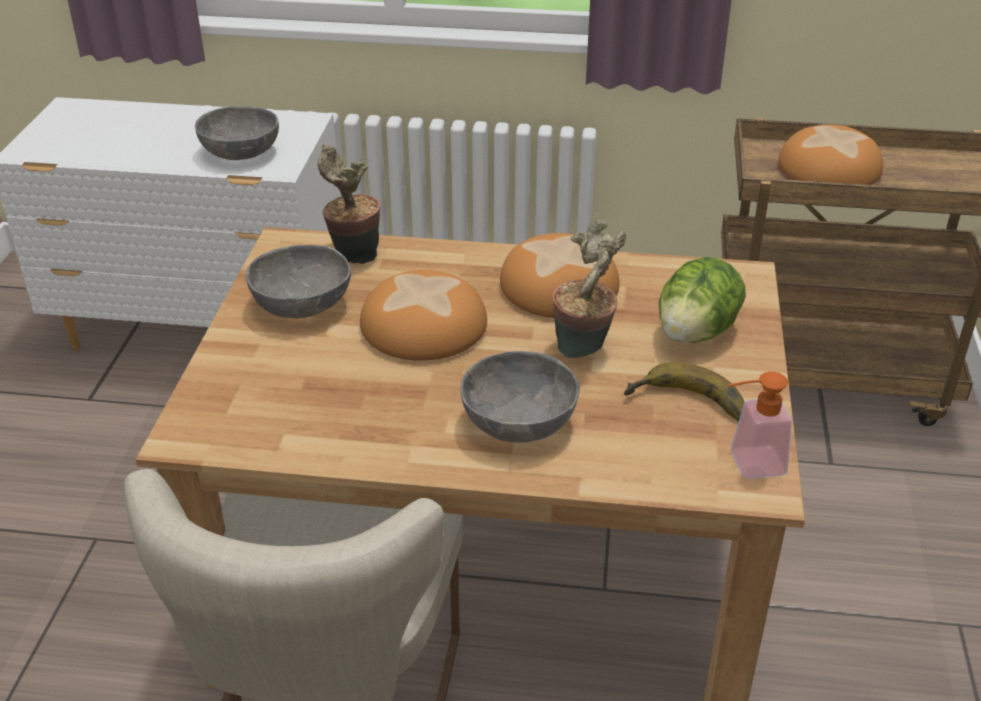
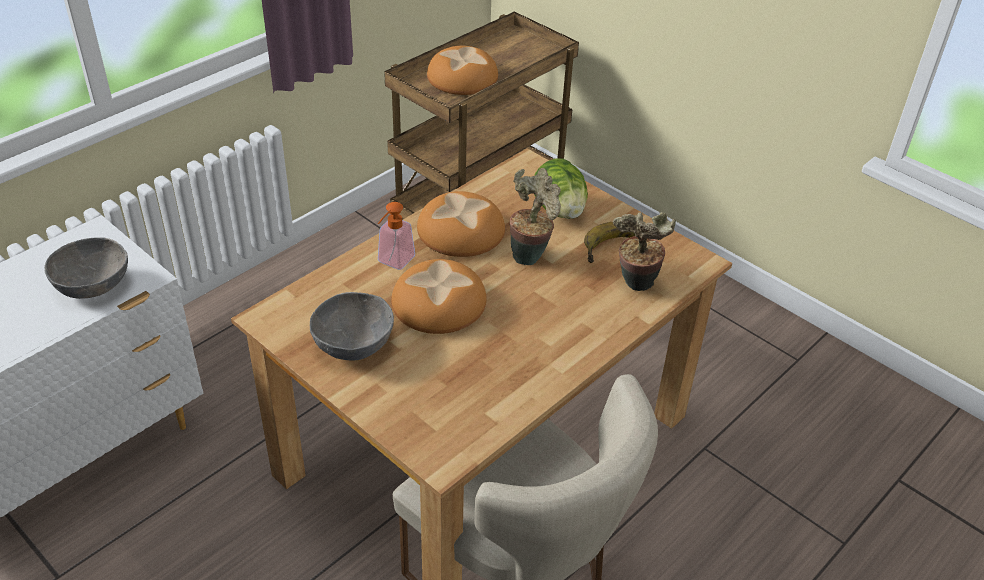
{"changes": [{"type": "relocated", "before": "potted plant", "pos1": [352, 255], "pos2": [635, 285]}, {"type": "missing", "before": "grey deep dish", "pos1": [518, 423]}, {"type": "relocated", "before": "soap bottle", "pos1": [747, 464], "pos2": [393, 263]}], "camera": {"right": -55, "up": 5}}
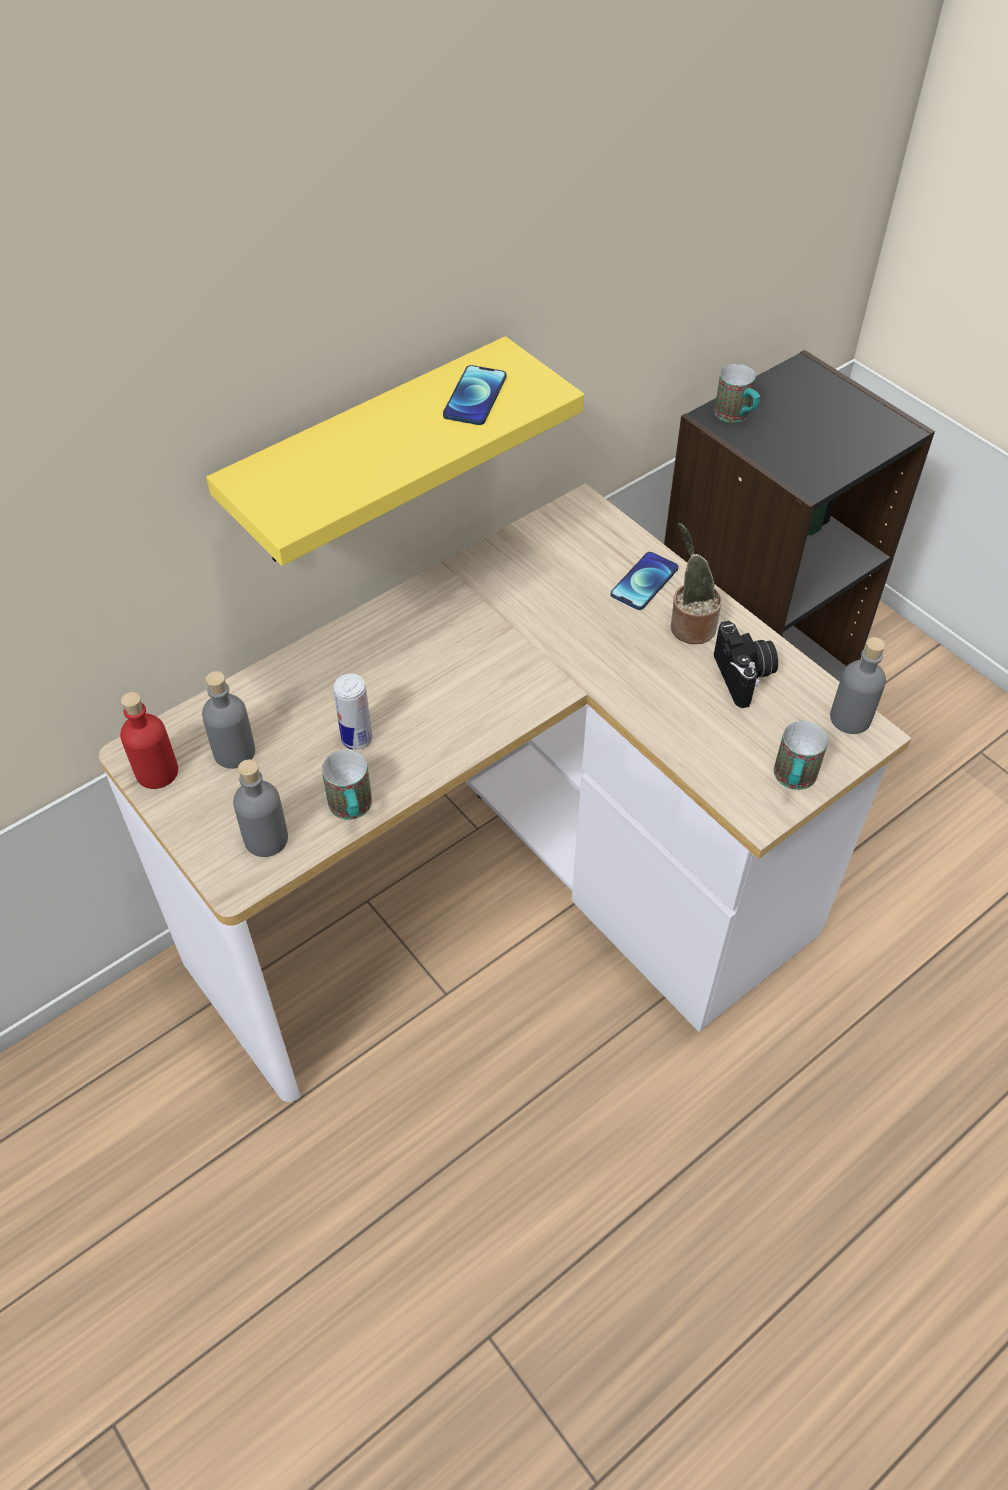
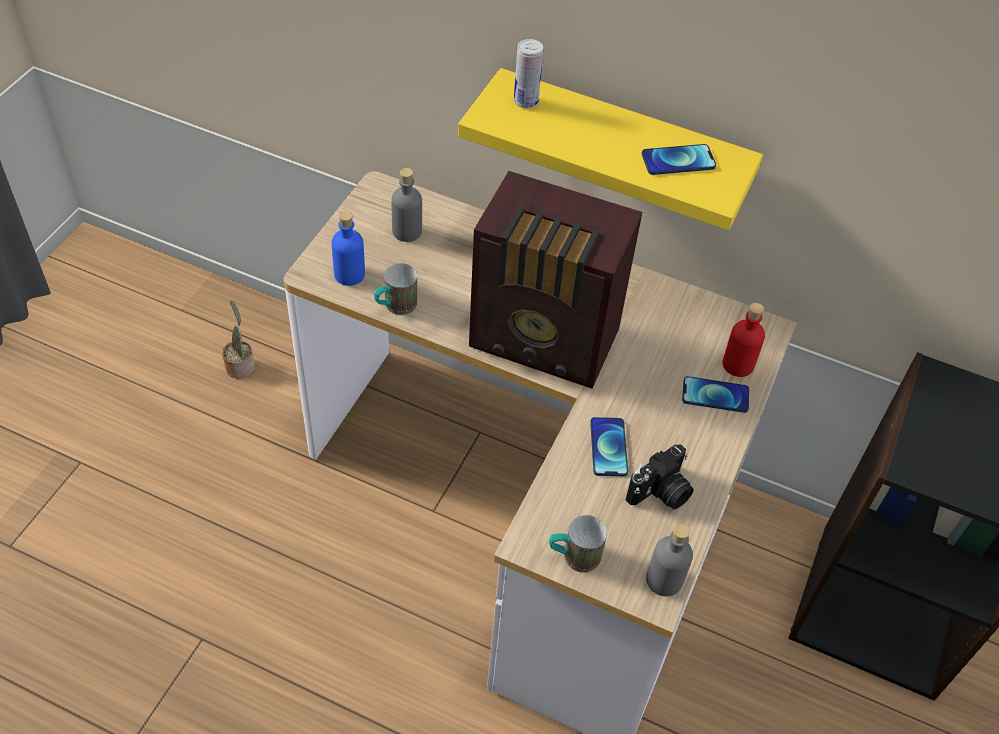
{"changes": [{"type": "missing", "before": "mug", "pos1": [736, 417]}, {"type": "relocated", "before": "potted plant", "pos1": [689, 626], "pos2": [240, 365]}, {"type": "relocated", "before": "sealed can", "pos1": [357, 739], "pos2": [526, 101]}, {"type": "relocated", "before": "red-coloured bottle", "pos1": [157, 772], "pos2": [738, 364]}, {"type": "colour", "before": "grey bottle", "after": "blue-coloured bottle", "pos1": [266, 839], "pos2": [349, 274]}, {"type": "appeared", "after": "radio set", "pos2": [546, 342]}, {"type": "appeared", "after": "telephone", "pos2": [608, 447]}], "camera": {"right": 60, "up": 0}}
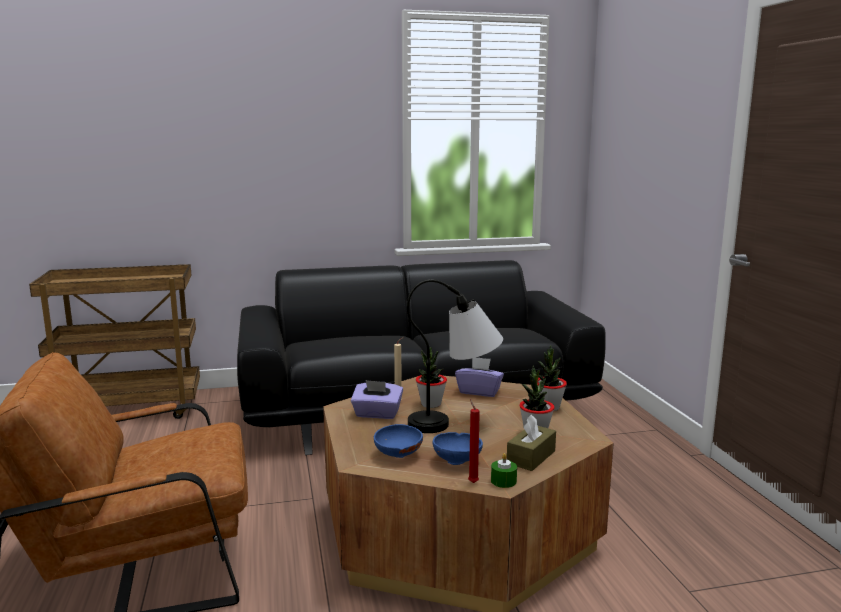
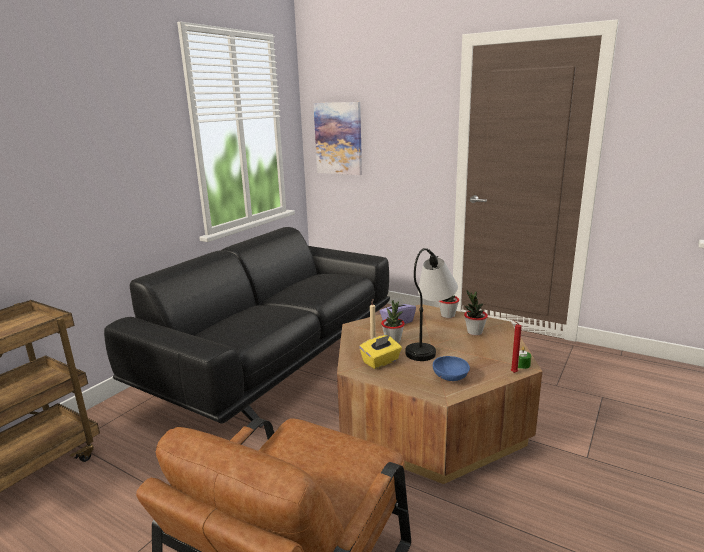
{"changes": [{"type": "colour", "before": "purplish tissue holder", "after": "yellow tissue holder", "pos1": [377, 414], "pos2": [381, 361]}, {"type": "missing", "before": "brown-coloured tissue holder", "pos1": [531, 457]}, {"type": "missing", "before": "blue-coloured deep dish", "pos1": [458, 460]}, {"type": "appeared", "after": "wall art", "pos2": [338, 138]}], "camera": {"right": -45, "up": 5}}
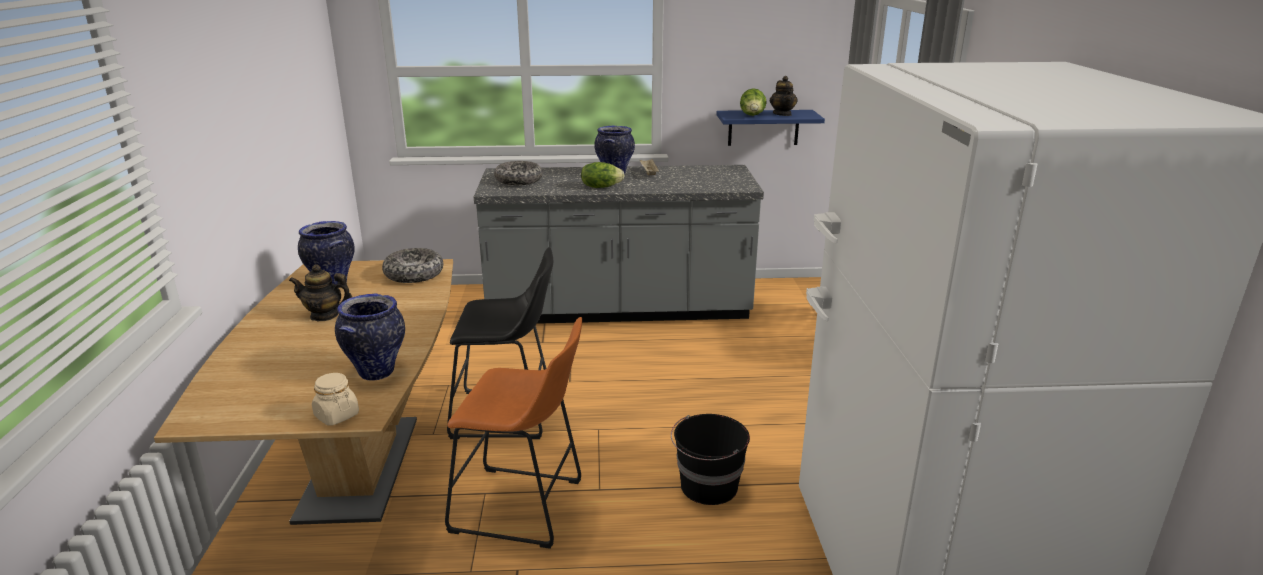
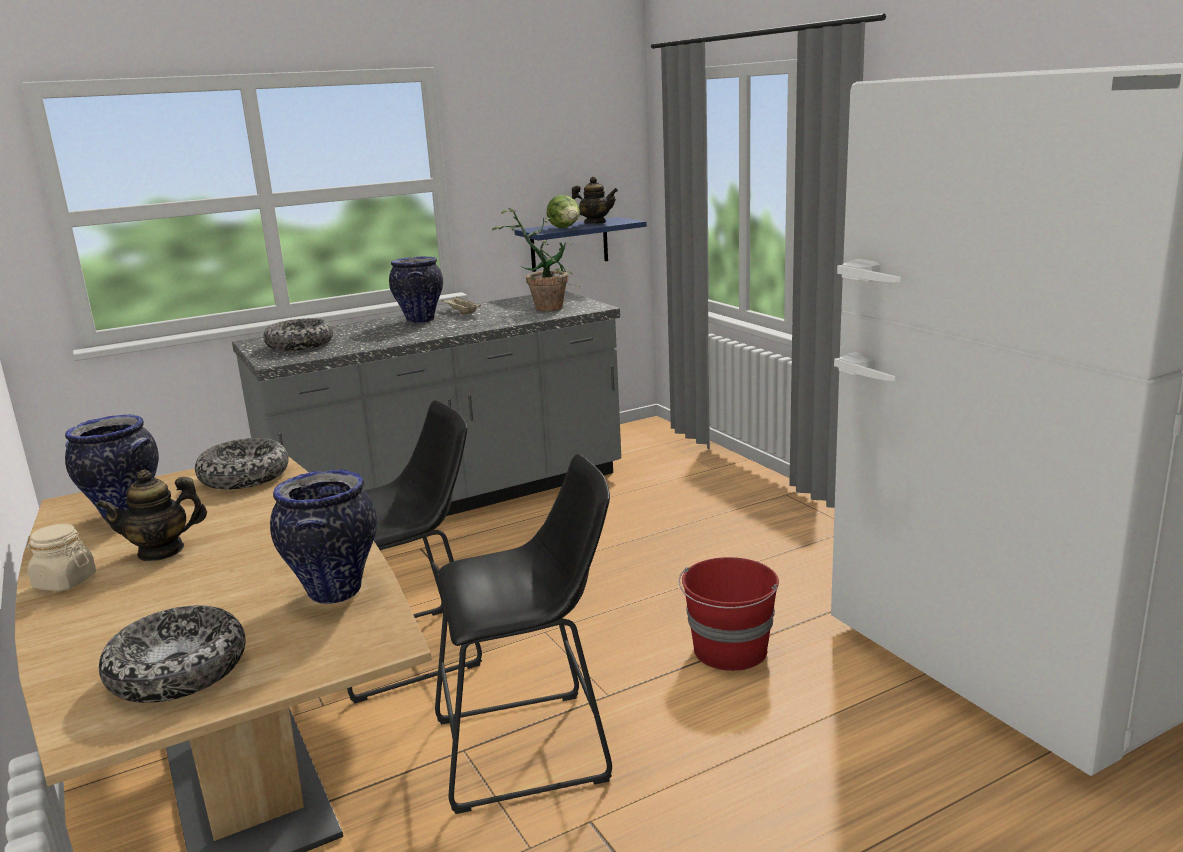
{"changes": [{"type": "spun", "before": "teapot", "pos1": [782, 114], "pos2": [595, 223], "turn": -45}, {"type": "missing", "before": "lettuce head", "pos1": [601, 187]}, {"type": "colour", "before": "orange stool seat", "after": "blackish stool seat", "pos1": [524, 508], "pos2": [533, 748]}, {"type": "relocated", "before": "sand-coloured storage jar", "pos1": [336, 415], "pos2": [64, 582]}, {"type": "colour", "before": "blackish bucket", "after": "red-coloured bucket", "pos1": [708, 487], "pos2": [730, 651]}, {"type": "appeared", "after": "potted plant", "pos2": [546, 306]}, {"type": "appeared", "after": "deep dish", "pos2": [178, 671]}], "camera": {"right": -25, "up": -5}}
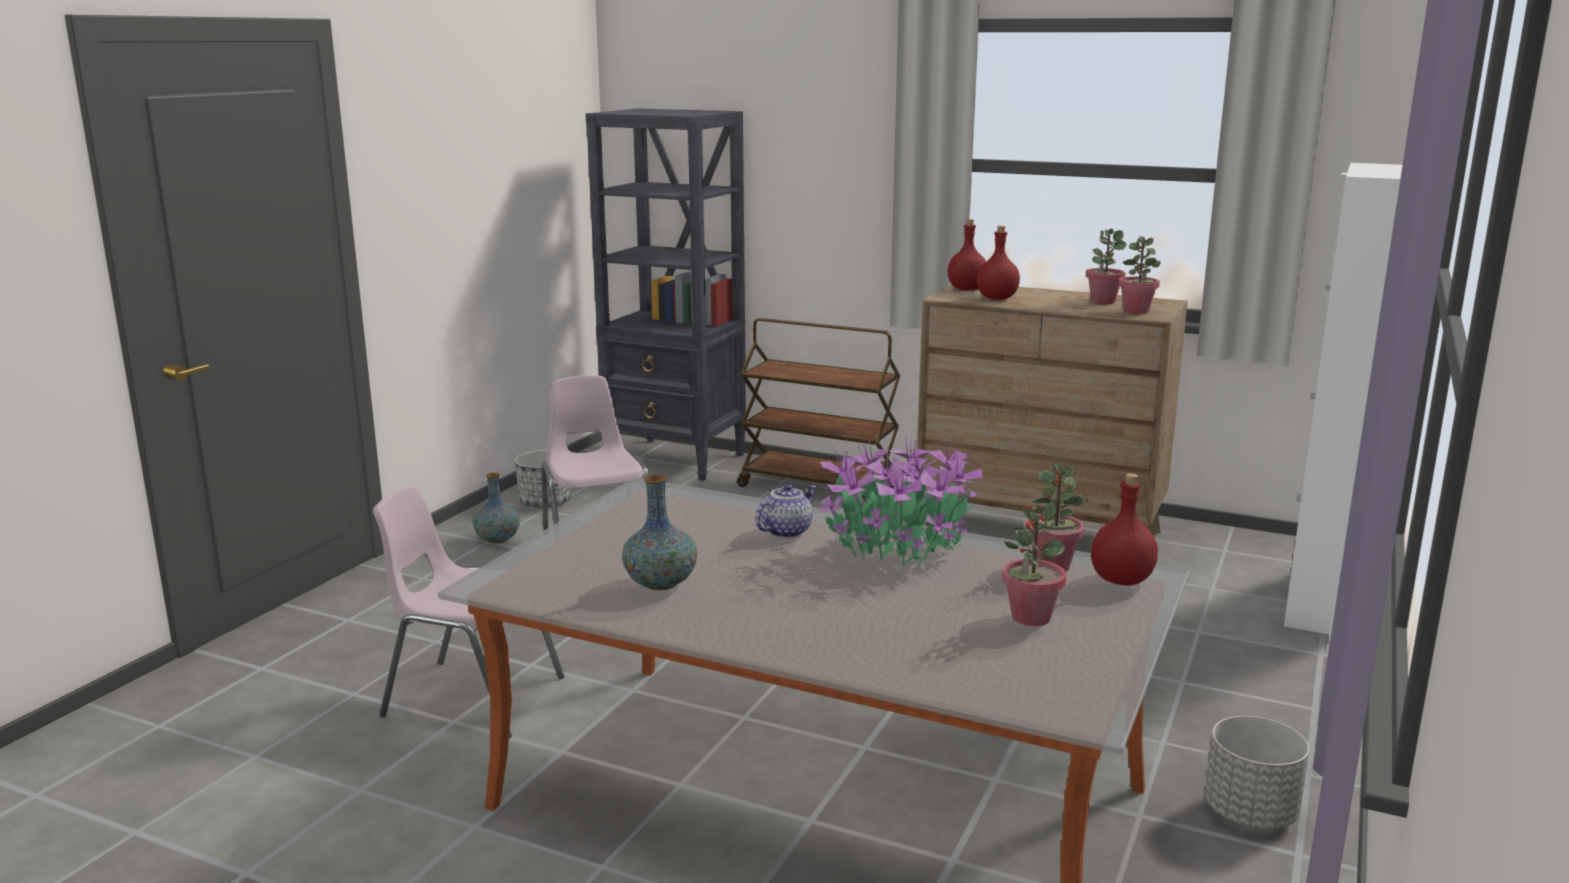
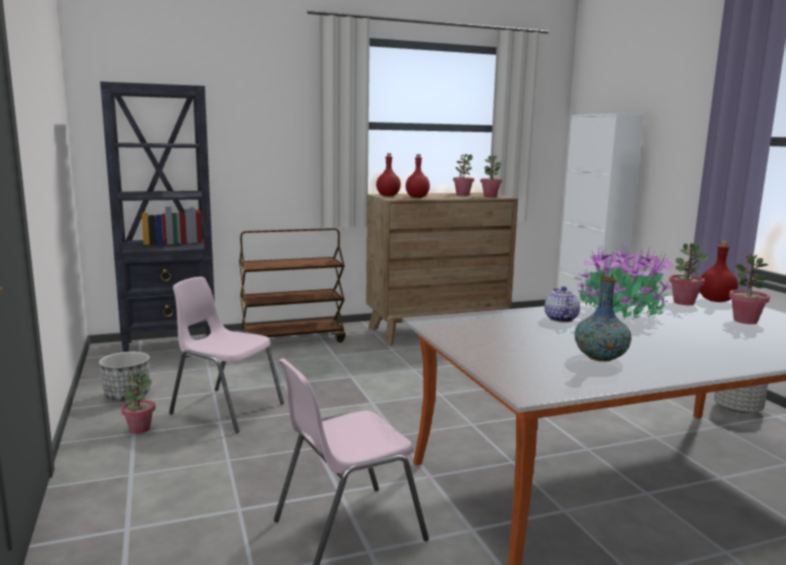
{"changes": [{"type": "exchanged", "before": "decorative vase", "after": "potted plant", "pos1": [497, 539], "pos2": [139, 429]}], "camera": {"right": -45, "up": -5}}
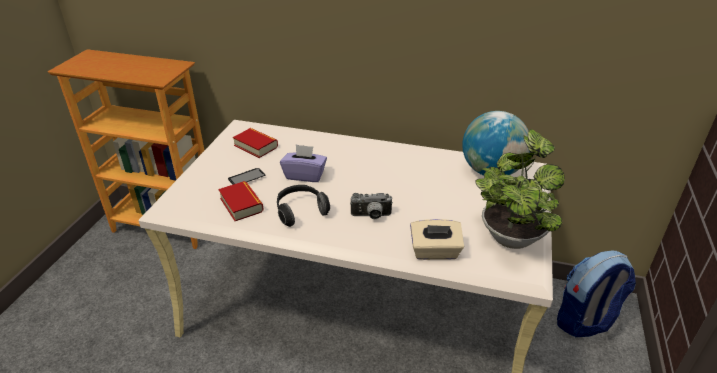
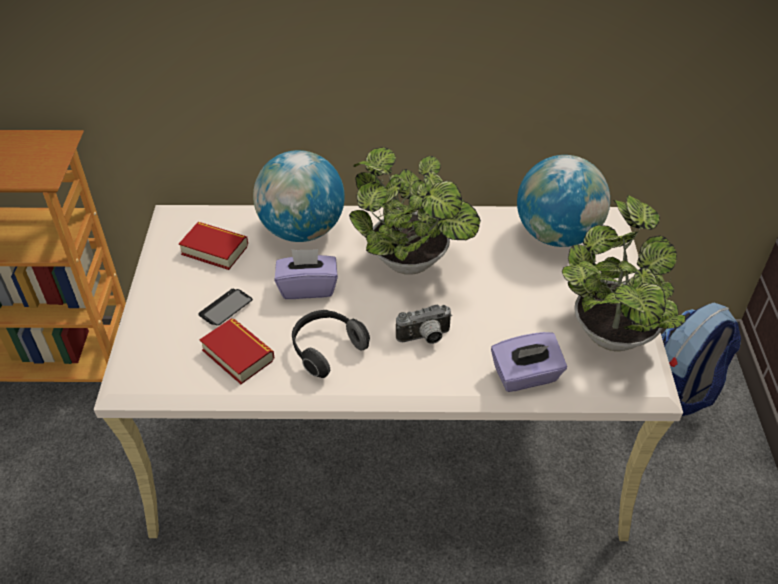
{"changes": [{"type": "colour", "before": "sand-coloured tissue holder", "after": "purplish tissue holder", "pos1": [435, 252], "pos2": [526, 376]}, {"type": "appeared", "after": "potted plant", "pos2": [413, 264]}, {"type": "appeared", "after": "globe", "pos2": [302, 230]}], "camera": {"right": -15, "up": 10}}
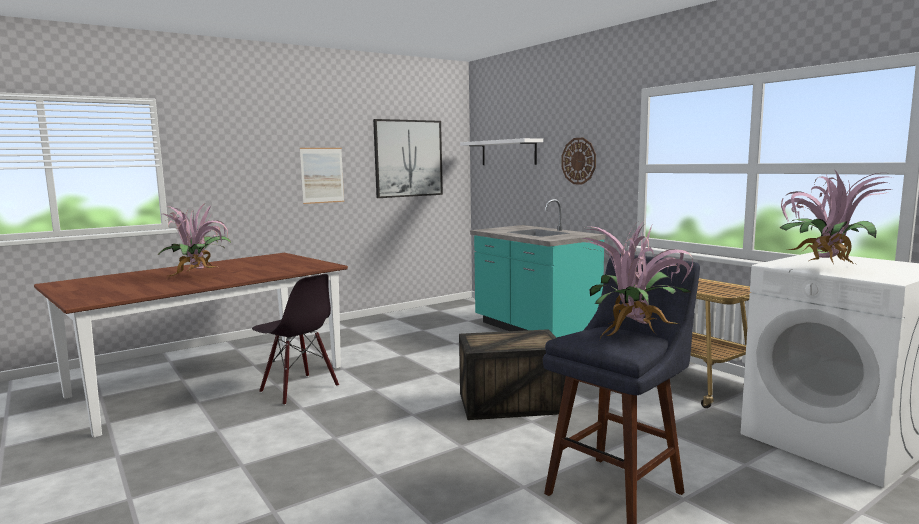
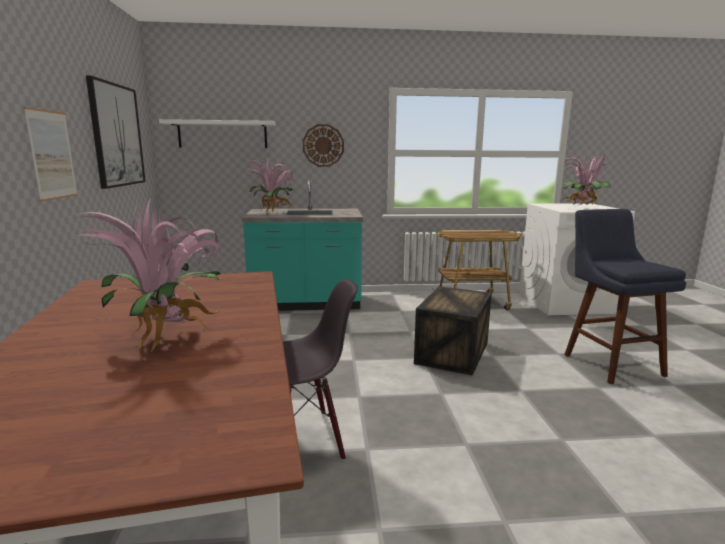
{"changes": [{"type": "relocated", "before": "potted plant", "pos1": [635, 335], "pos2": [274, 213]}], "camera": {"right": -60, "up": 5}}
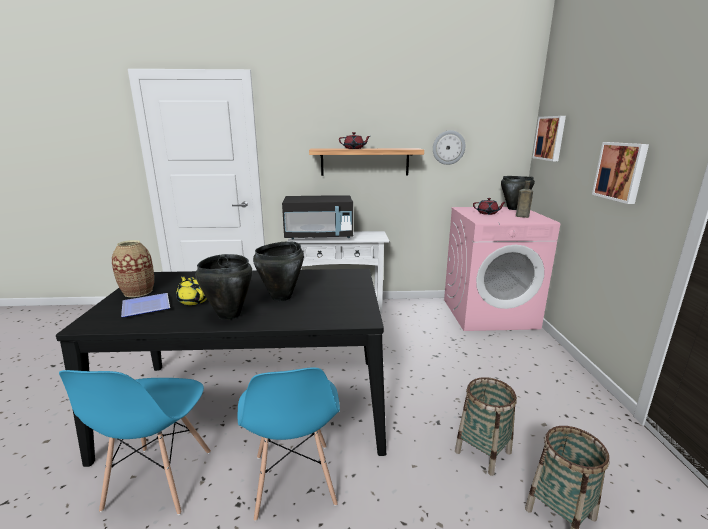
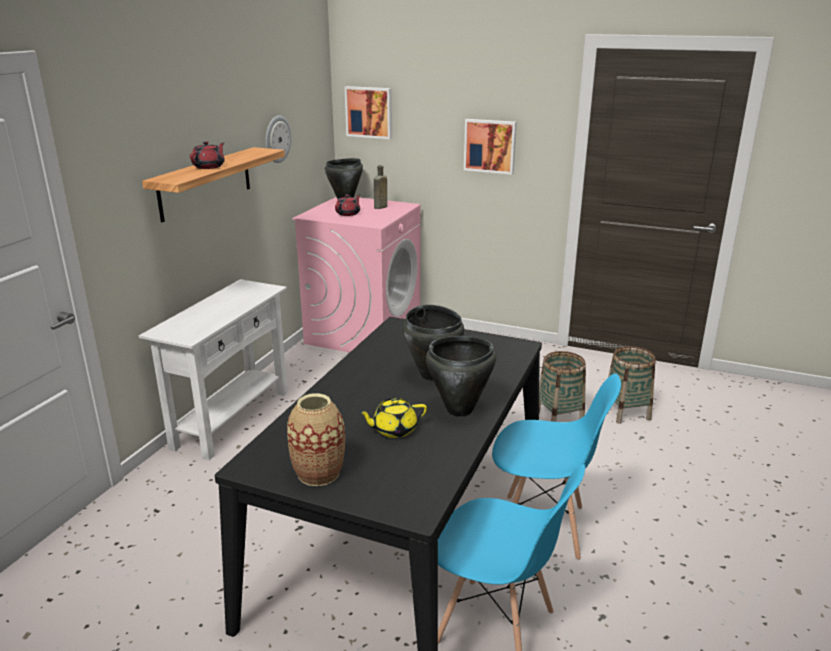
{"changes": [{"type": "missing", "before": "blackish microwave", "pos1": [319, 236]}, {"type": "missing", "before": "plate", "pos1": [148, 307]}], "camera": {"right": -65, "up": 5}}
